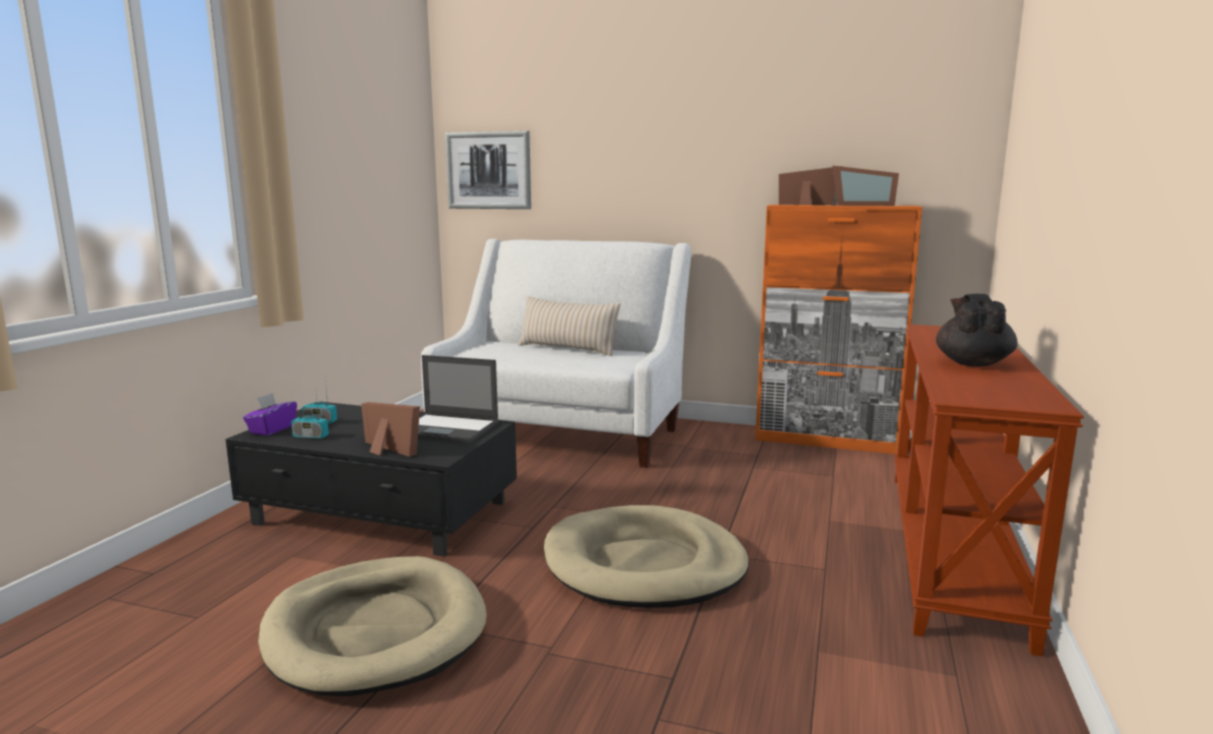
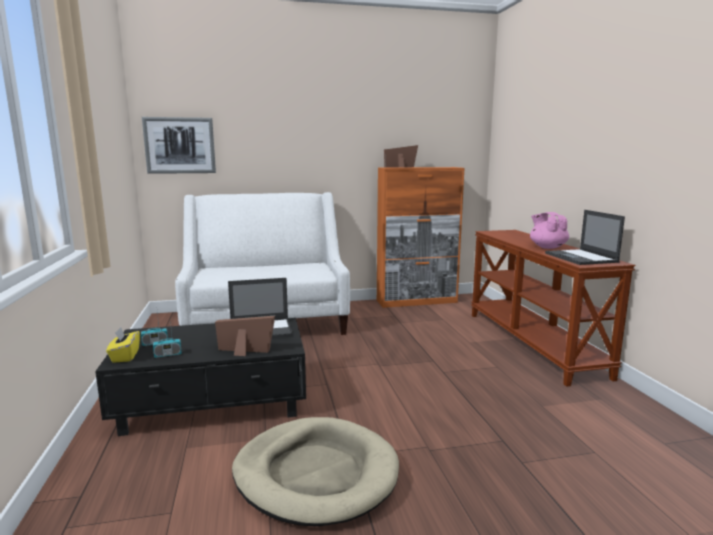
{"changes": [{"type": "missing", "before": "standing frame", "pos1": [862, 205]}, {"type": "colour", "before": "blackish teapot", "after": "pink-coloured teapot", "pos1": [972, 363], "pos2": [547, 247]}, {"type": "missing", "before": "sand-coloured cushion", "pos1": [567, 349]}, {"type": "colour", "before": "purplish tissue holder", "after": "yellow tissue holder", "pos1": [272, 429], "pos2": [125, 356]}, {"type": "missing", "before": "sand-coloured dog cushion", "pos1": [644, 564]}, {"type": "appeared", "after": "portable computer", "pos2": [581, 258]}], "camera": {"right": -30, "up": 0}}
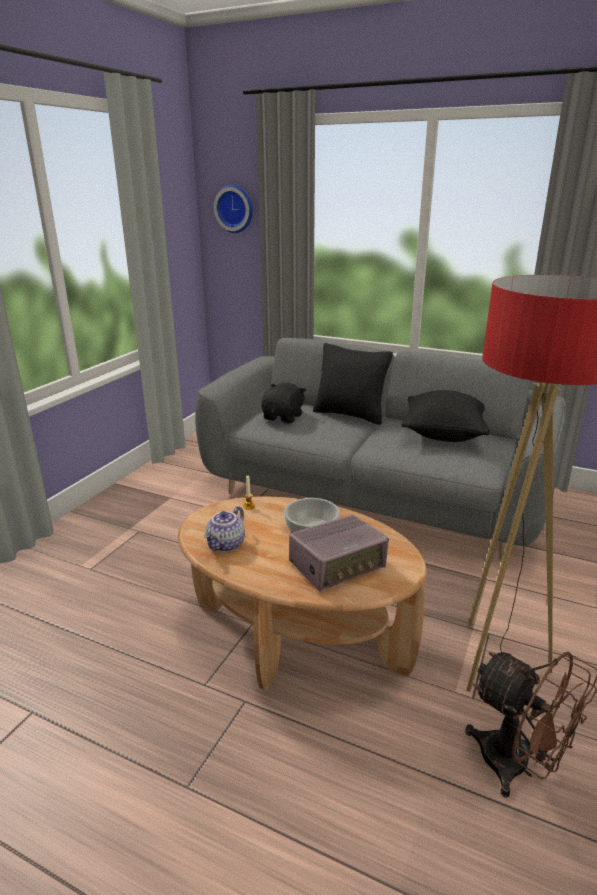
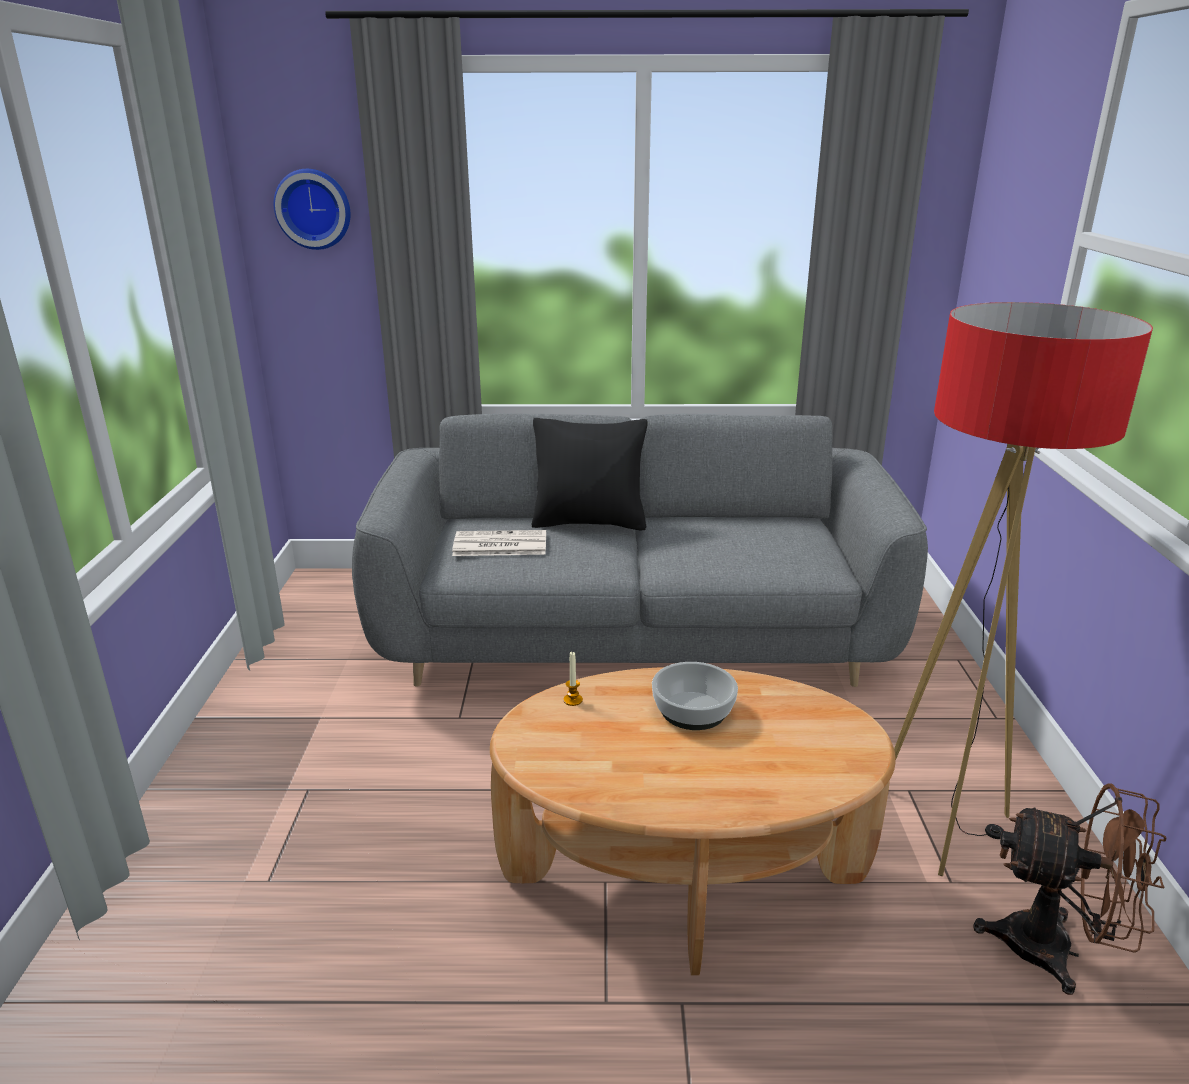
{"changes": [{"type": "exchanged", "before": "blackish plush toy", "after": "newspaper", "pos1": [283, 417], "pos2": [498, 545]}, {"type": "missing", "before": "blackish cushion", "pos1": [443, 435]}, {"type": "missing", "before": "teapot", "pos1": [226, 545]}, {"type": "missing", "before": "radio set", "pos1": [338, 566]}], "camera": {"right": -25, "up": 0}}
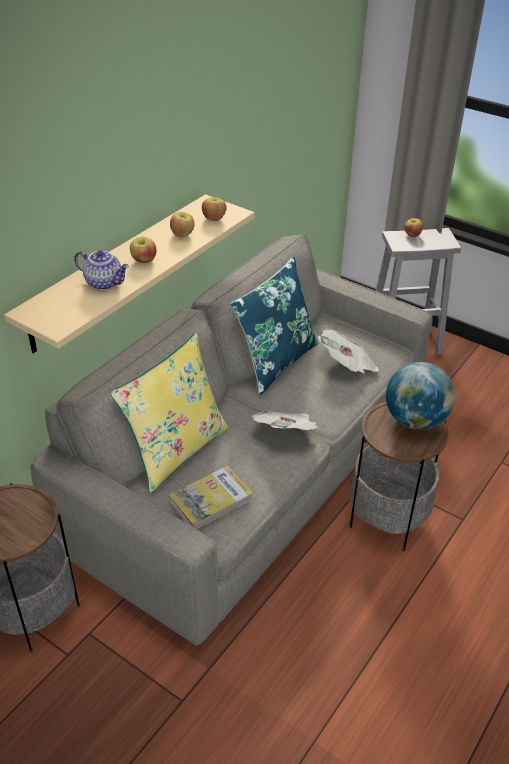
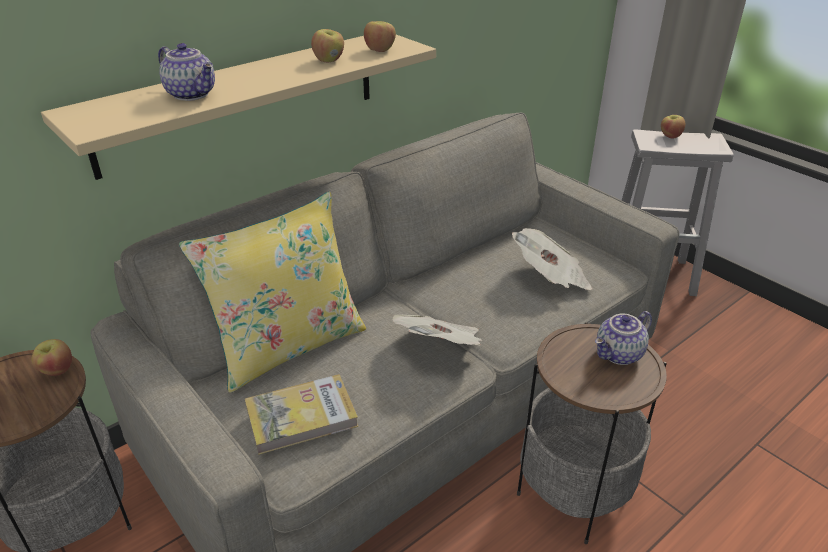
{"changes": [{"type": "relocated", "before": "whole apple", "pos1": [143, 260], "pos2": [57, 370]}, {"type": "missing", "before": "blue-coloured cushion", "pos1": [275, 362]}, {"type": "exchanged", "before": "globe", "after": "teapot", "pos1": [415, 420], "pos2": [619, 355]}], "camera": {"right": 15, "up": -5}}
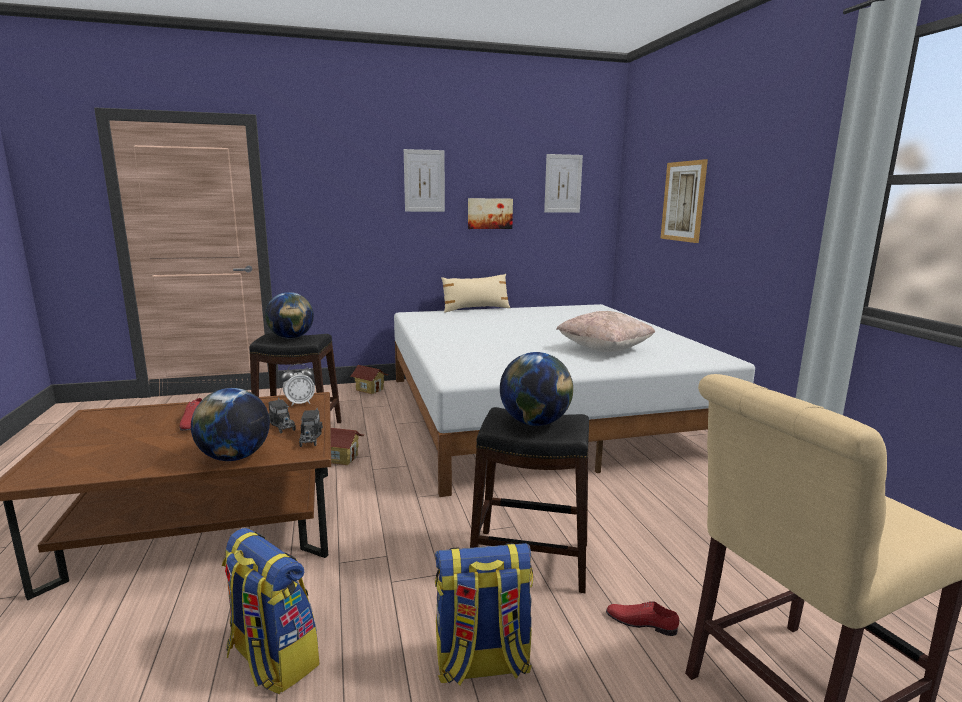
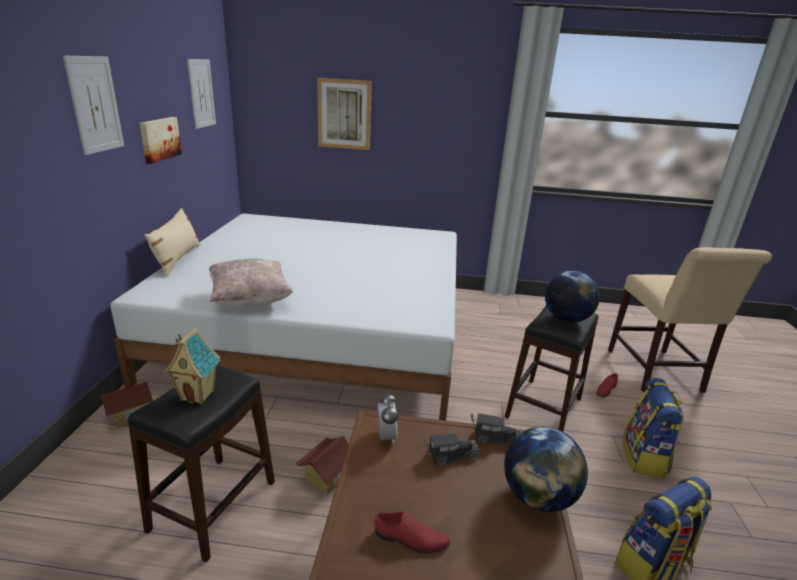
{"changes": [{"type": "exchanged", "before": "globe", "after": "toy house", "pos1": [291, 338], "pos2": [198, 395]}, {"type": "relocated", "before": "sand-coloured cushion", "pos1": [604, 349], "pos2": [250, 300]}], "camera": {"right": -70, "up": 10}}
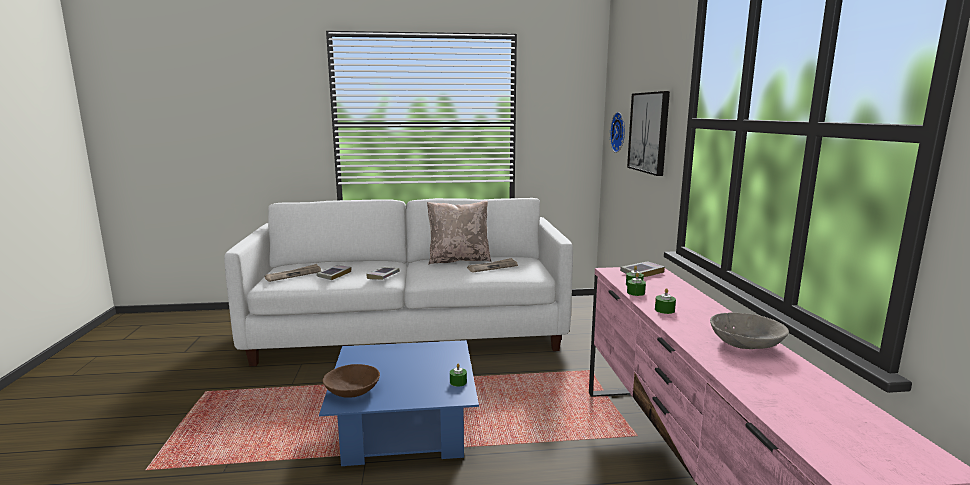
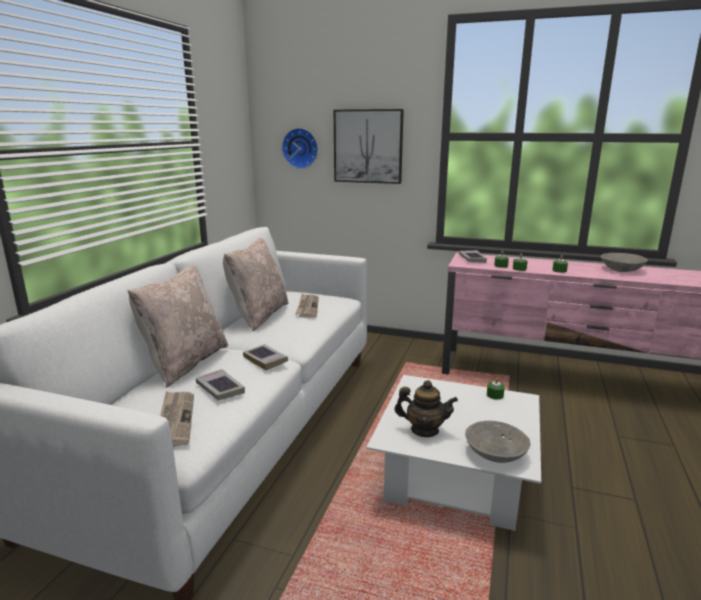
{"changes": [{"type": "colour", "before": "blue-coloured lounge table", "after": "white-coloured lounge table", "pos1": [405, 428], "pos2": [455, 476]}, {"type": "colour", "before": "brown-coloured deep dish", "after": "grey deep dish", "pos1": [352, 391], "pos2": [496, 454]}, {"type": "appeared", "after": "sand-coloured cushion", "pos2": [185, 363]}, {"type": "appeared", "after": "teapot", "pos2": [424, 430]}], "camera": {"right": -65, "up": 5}}
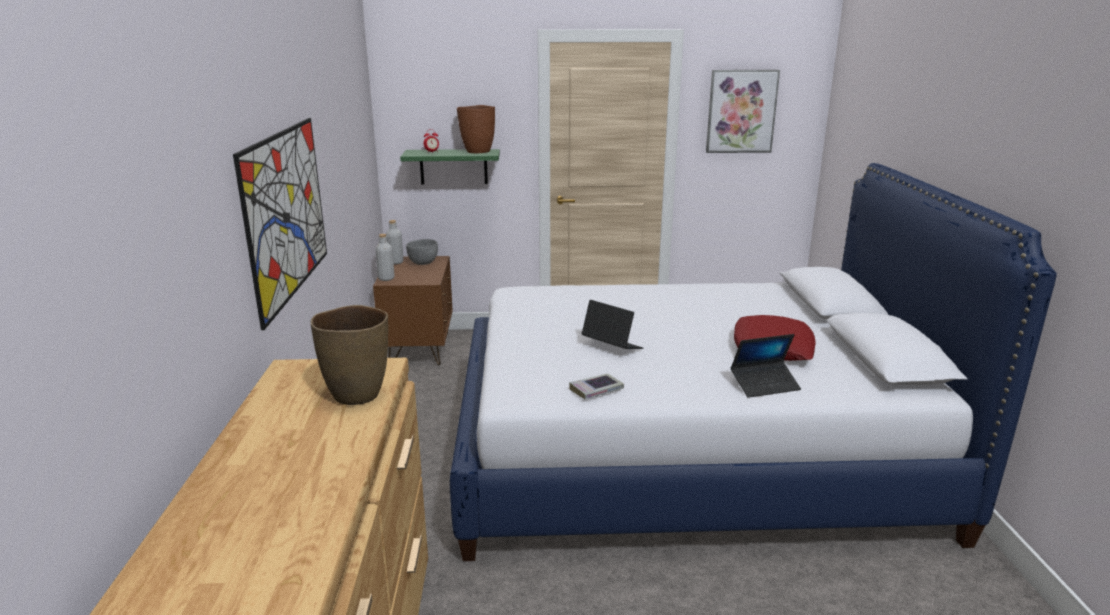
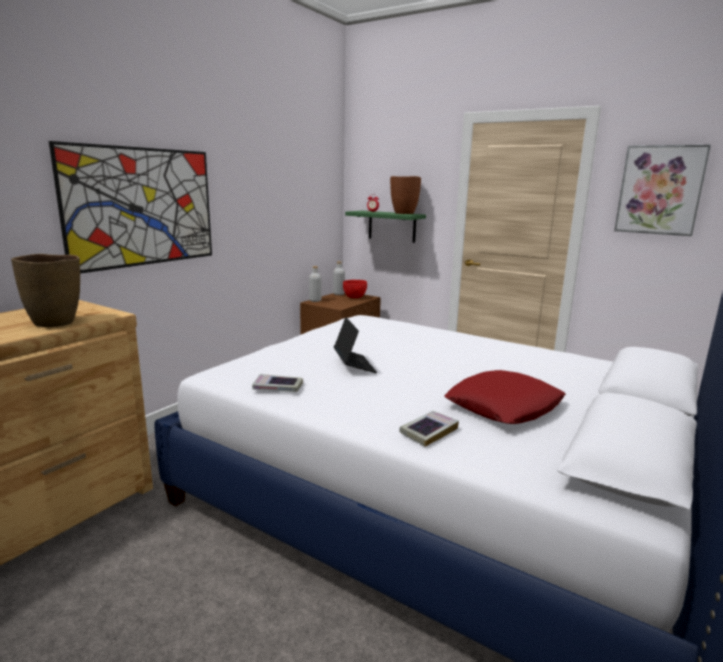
{"changes": [{"type": "colour", "before": "grey deep dish", "after": "red-coloured deep dish", "pos1": [423, 263], "pos2": [354, 297]}, {"type": "exchanged", "before": "portable computer", "after": "volume", "pos1": [764, 385], "pos2": [428, 432]}], "camera": {"right": 35, "up": -5}}
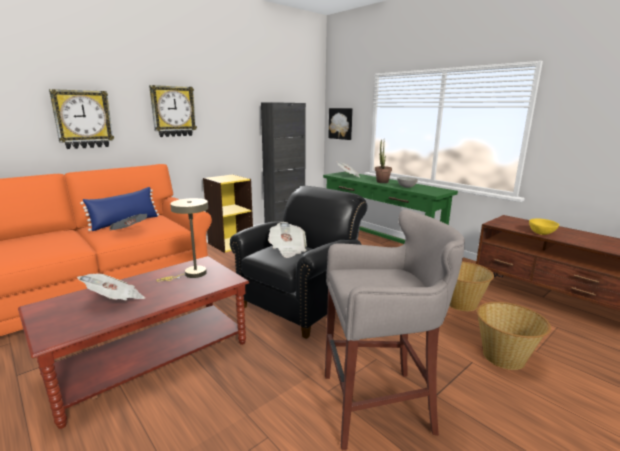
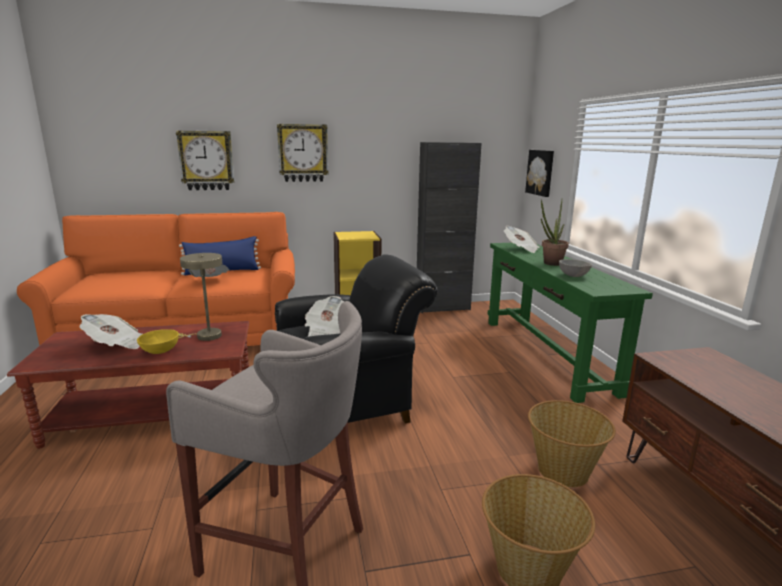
{"changes": [{"type": "relocated", "before": "yellow deep dish", "pos1": [542, 233], "pos2": [160, 352]}], "camera": {"right": 30, "up": 0}}
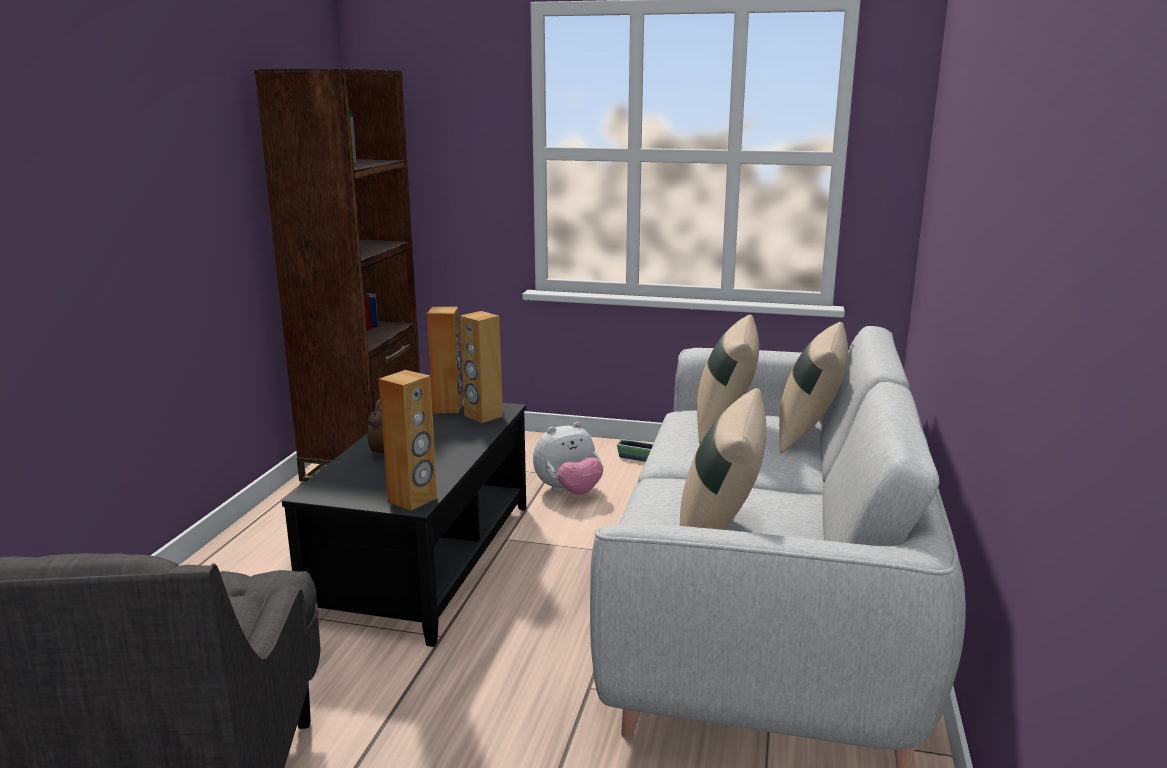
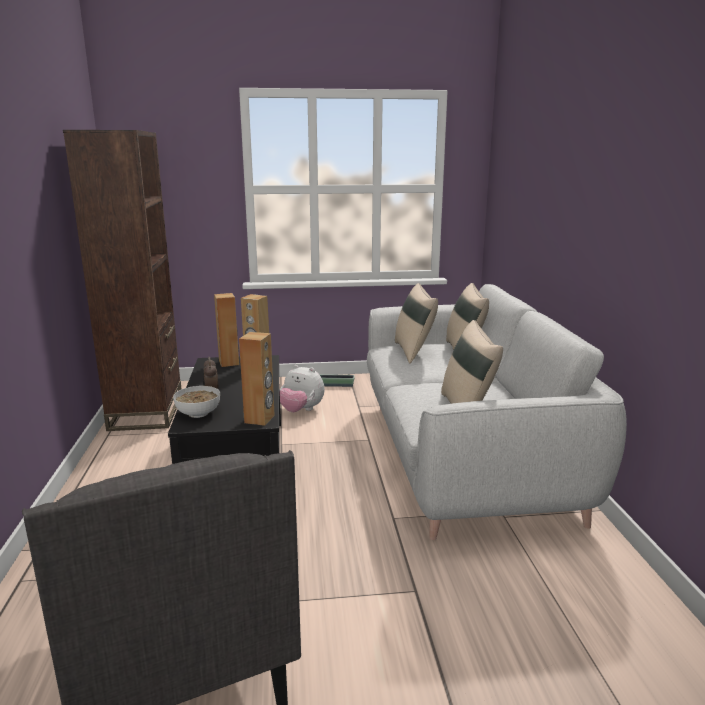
{"changes": [{"type": "spun", "before": "plush toy", "pos1": [569, 492], "pos2": [301, 410], "turn": 75}, {"type": "appeared", "after": "deep dish", "pos2": [197, 413]}], "camera": {"right": -20, "up": 0}}
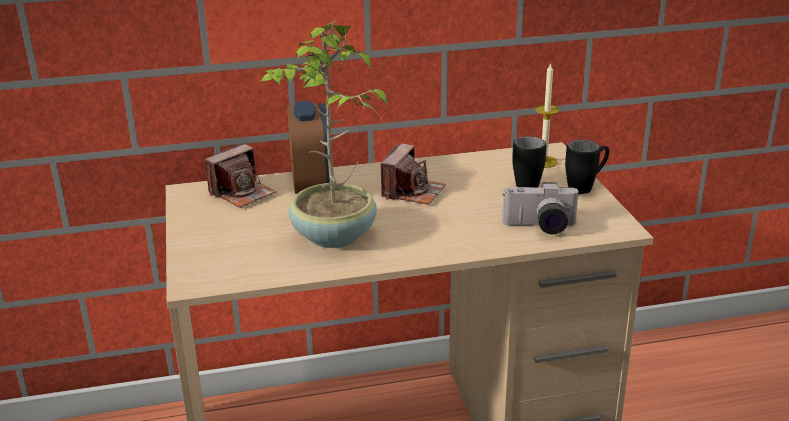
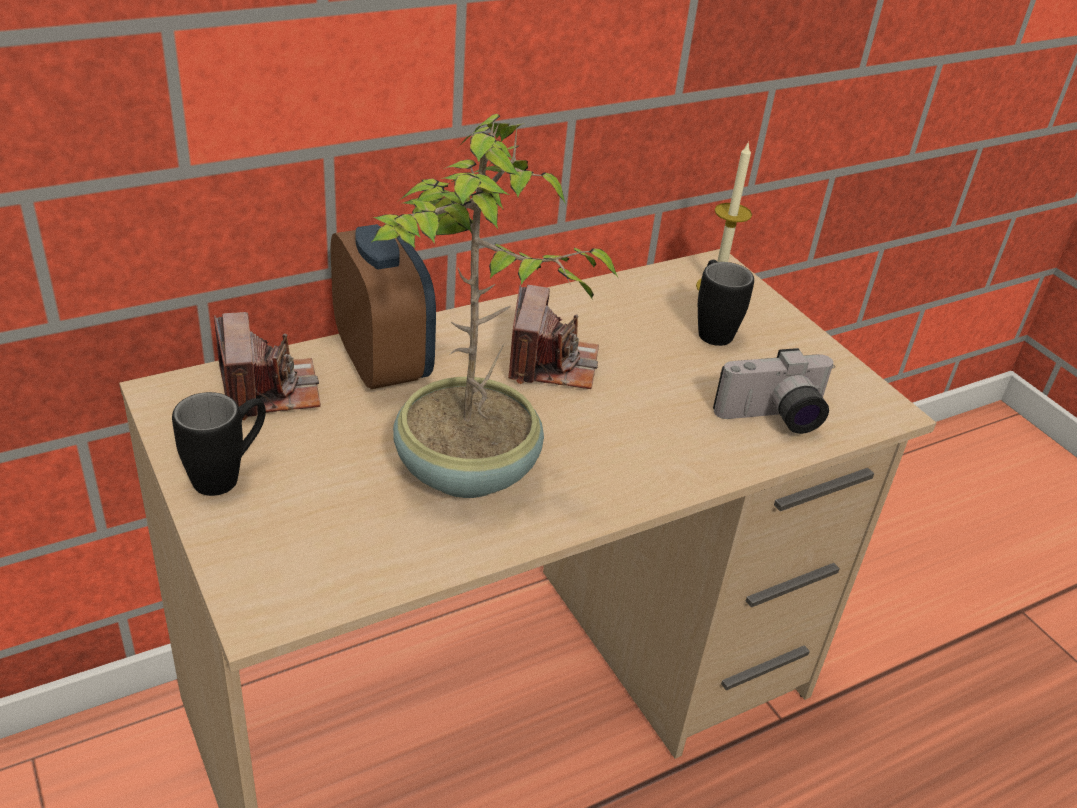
{"changes": [{"type": "relocated", "before": "blackish mug", "pos1": [586, 187], "pos2": [229, 474]}, {"type": "spun", "before": "still camera", "pos1": [242, 193], "pos2": [269, 390], "turn": -45}], "camera": {"right": -20, "up": 10}}
